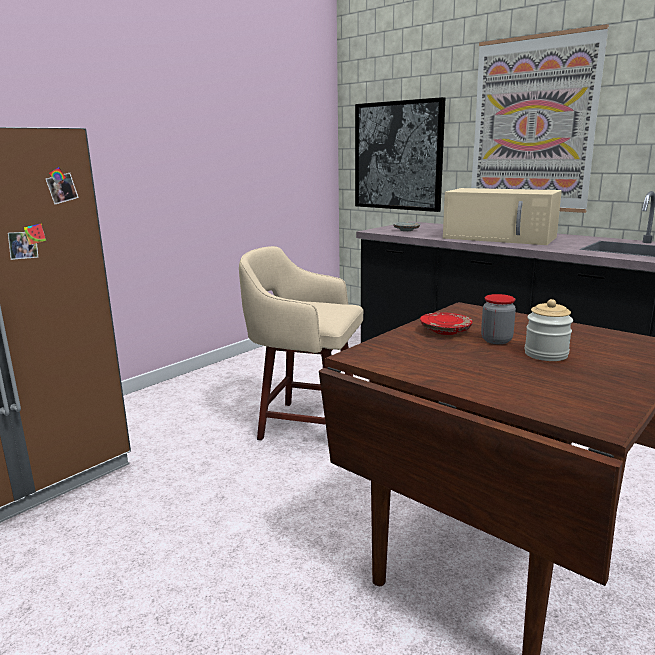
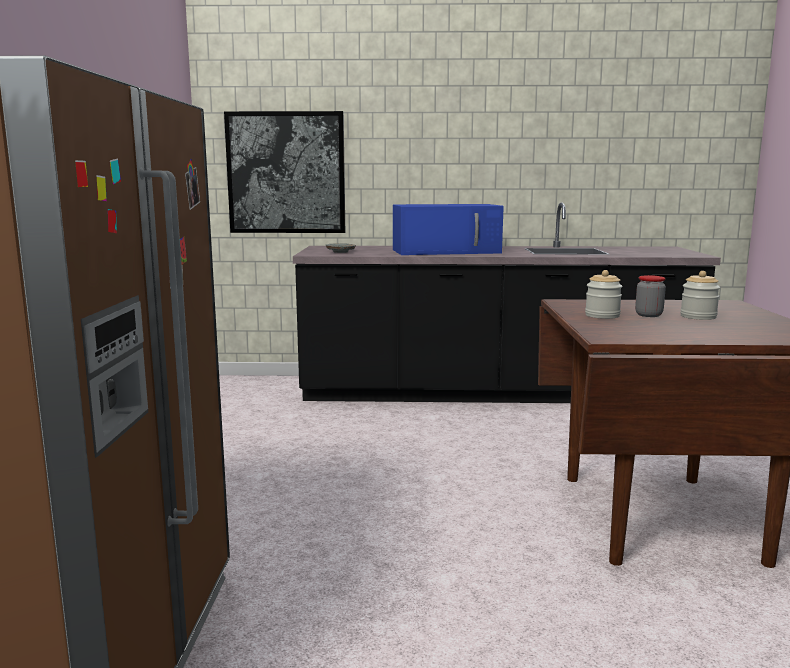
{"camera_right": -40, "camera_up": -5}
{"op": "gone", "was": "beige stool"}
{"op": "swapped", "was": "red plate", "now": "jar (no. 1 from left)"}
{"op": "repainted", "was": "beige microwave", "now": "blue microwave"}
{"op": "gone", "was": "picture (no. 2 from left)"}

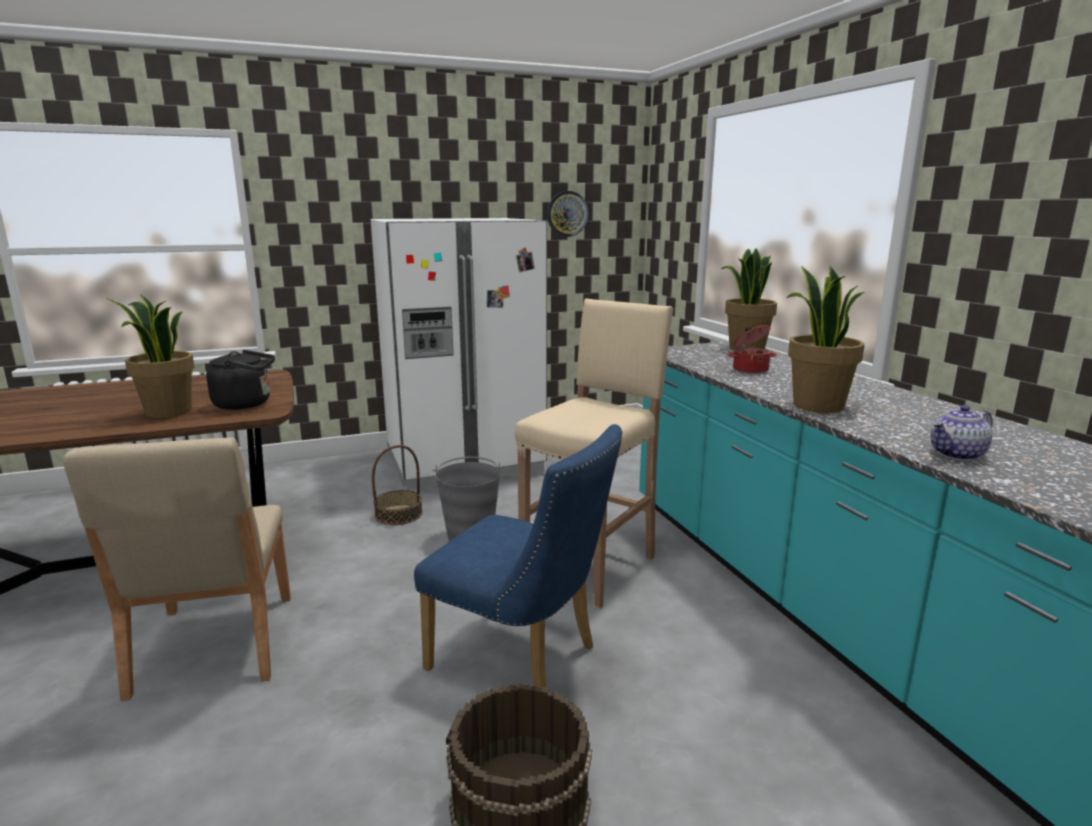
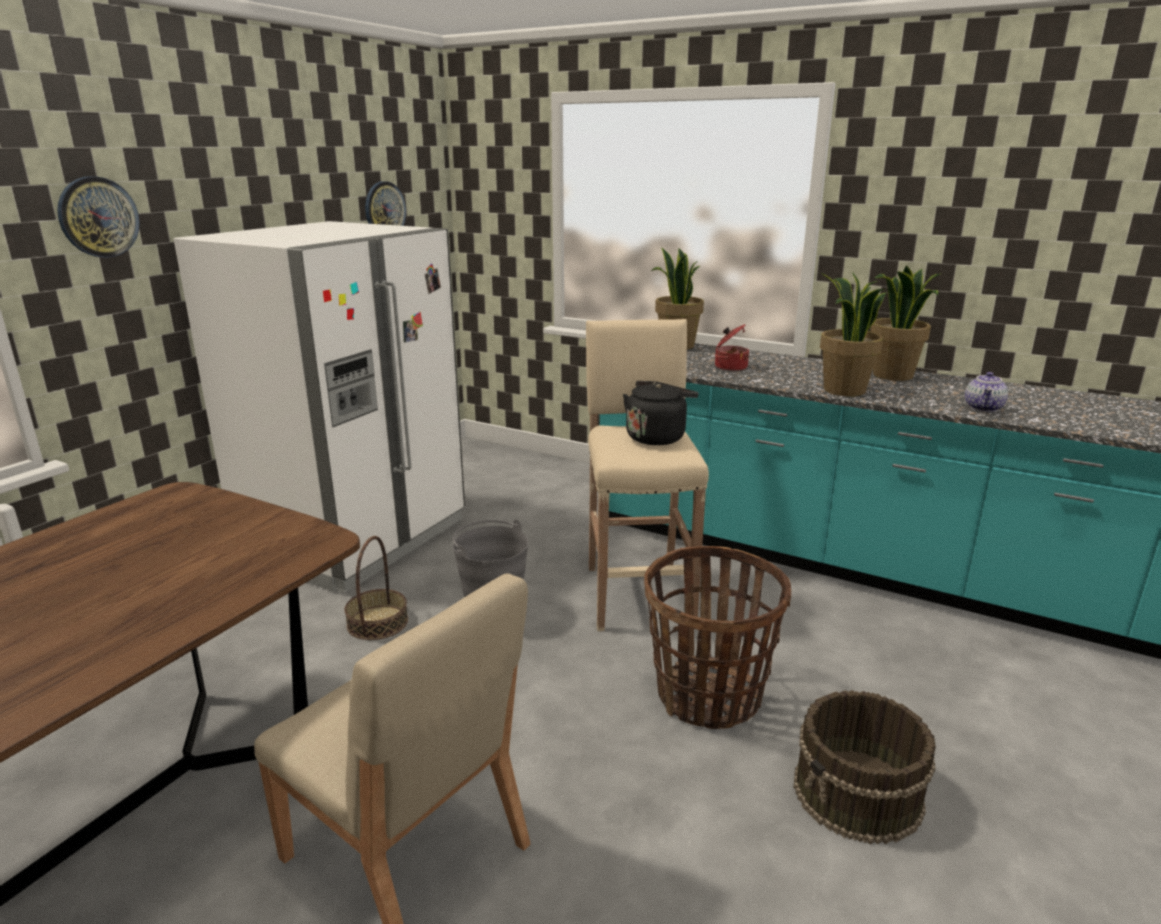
{"camera_right": -40, "camera_up": 5}
{"op": "shifted", "was": "potted plant (no. 1 from left in the first image)", "now": "potted plant (no. 3 from left)"}
{"op": "shifted", "was": "black kettle"}
{"op": "swapped", "was": "blue chair", "now": "basket (no. 2 from left)"}
{"op": "new", "now": "wall clock (no. 1 from left)"}

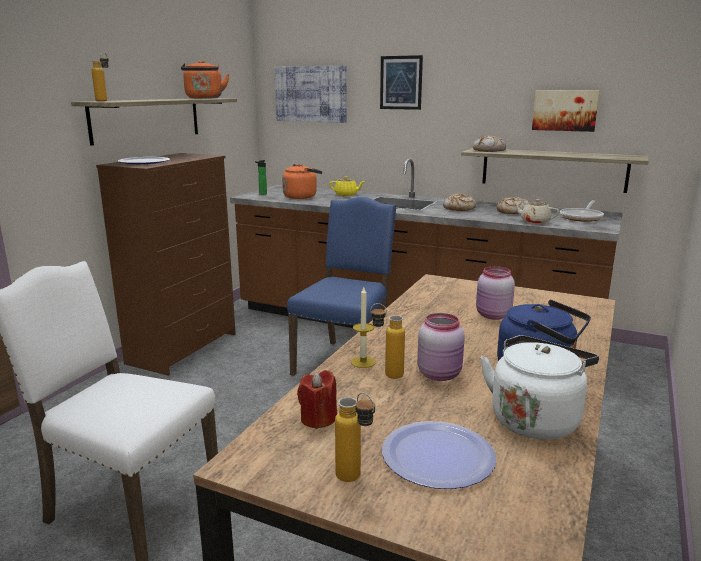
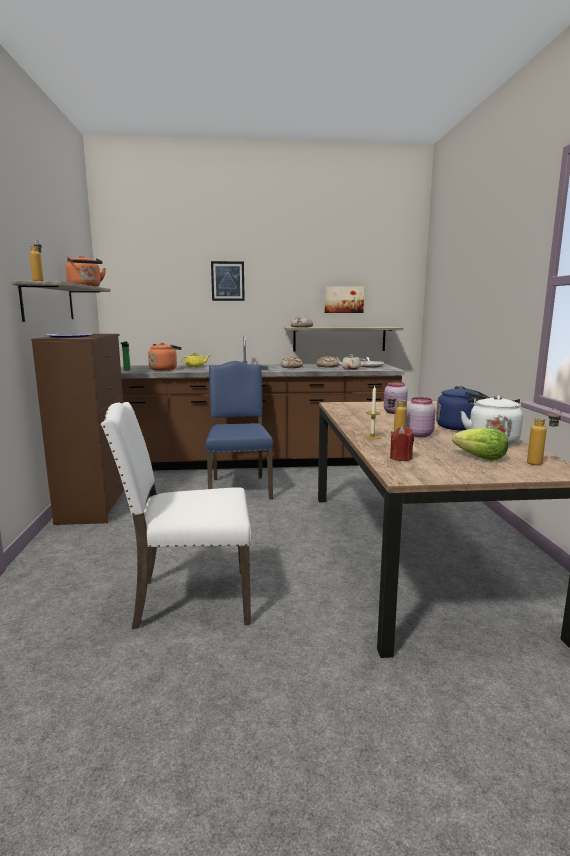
{"camera_right": -30, "camera_up": -5}
{"op": "gone", "was": "picture (no. 1 from left)"}
{"op": "shifted", "was": "bottle (no. 3 from left in the first image)", "now": "bottle (no. 4 from left)"}
{"op": "swapped", "was": "plate (no. 2 from left)", "now": "lettuce"}

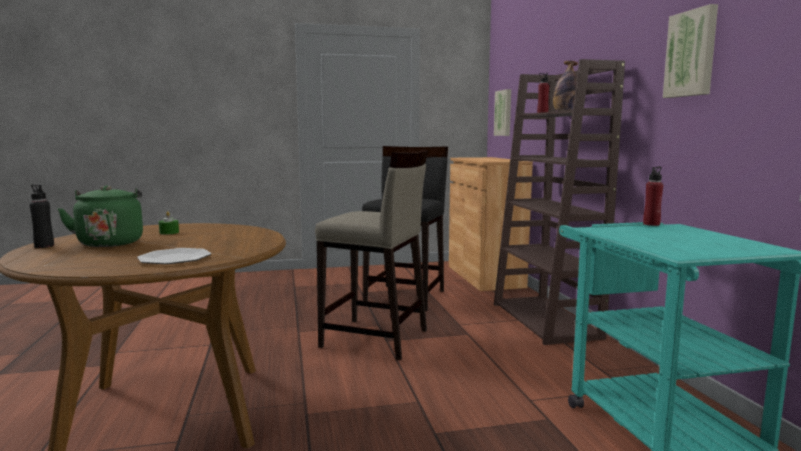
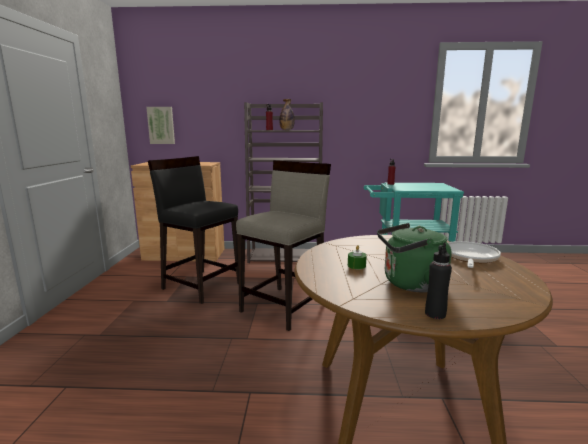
{"camera_right": -75, "camera_up": 5}
{"op": "swapped", "was": "plate", "now": "frying pan"}
{"op": "gone", "was": "picture (no. 2 from left)"}

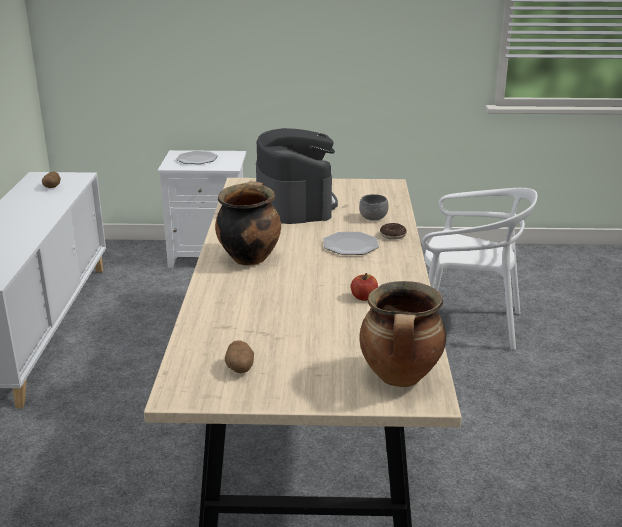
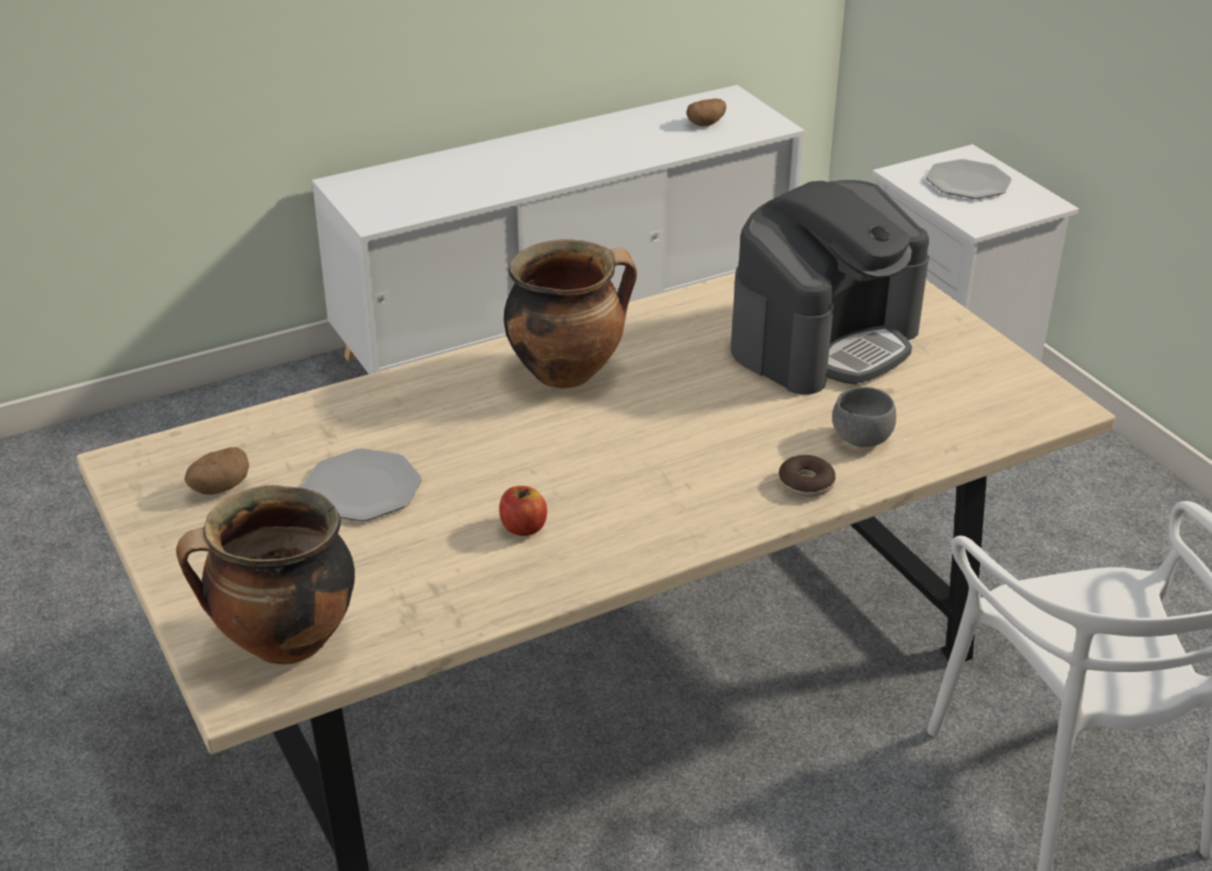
{"camera_right": 60, "camera_up": 10}
{"op": "shifted", "was": "plate (no. 2 from left in the first image)", "now": "plate (no. 1 from left)"}

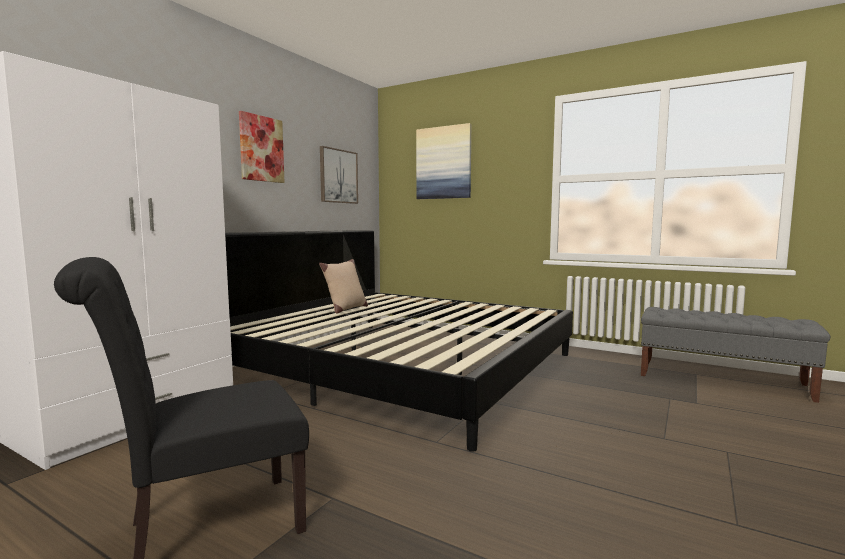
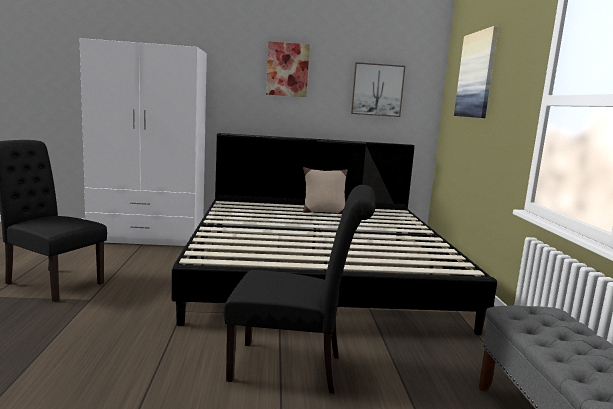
{"camera_right": 55, "camera_up": 5}
{"op": "new", "now": "black chair (no. 2 from left)"}

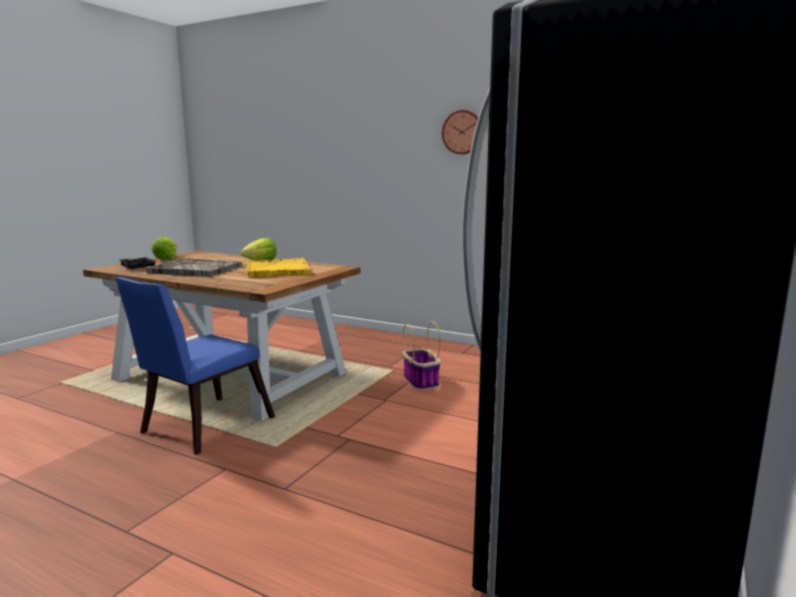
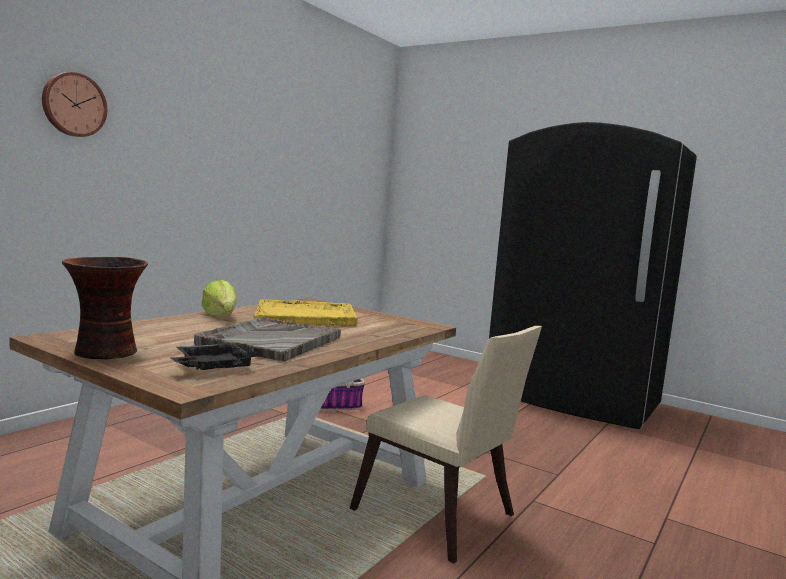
{"camera_right": -85, "camera_up": -5}
{"op": "repainted", "was": "blue chair", "now": "beige chair"}
{"op": "swapped", "was": "lettuce (no. 1 from left)", "now": "vase"}
{"op": "shifted", "was": "wall clock"}

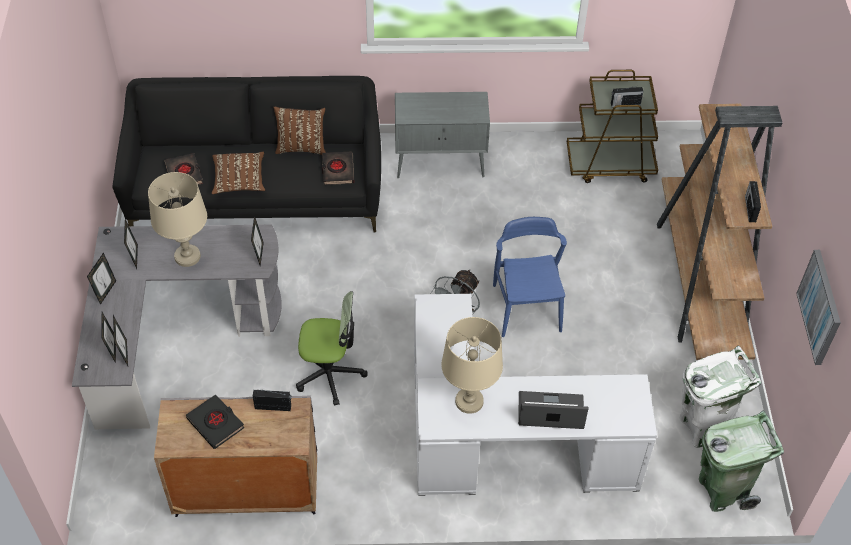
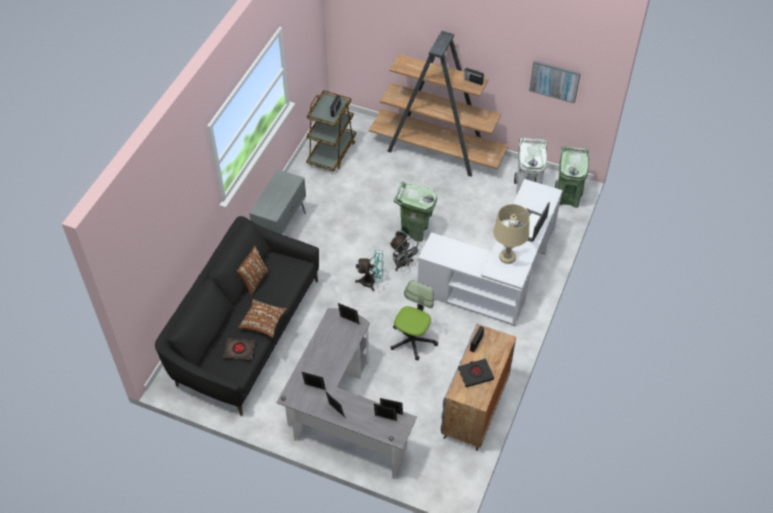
{"camera_right": -65, "camera_up": 0}
{"op": "gone", "was": "beige table lamp (no. 1 from left)"}
{"op": "gone", "was": "black book (no. 3 from left)"}
{"op": "swapped", "was": "blue chair", "now": "green trash can (no. 1 from left)"}
{"op": "new", "now": "turquoise fan"}

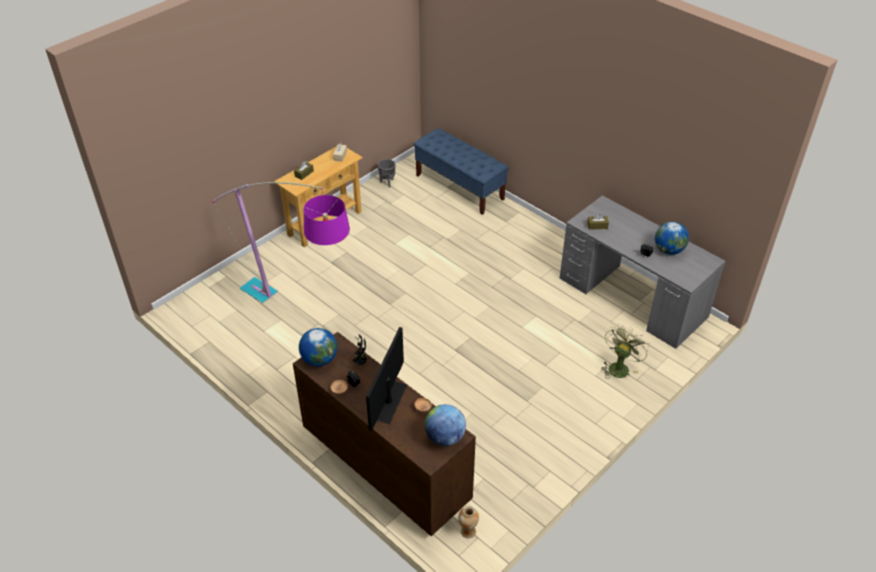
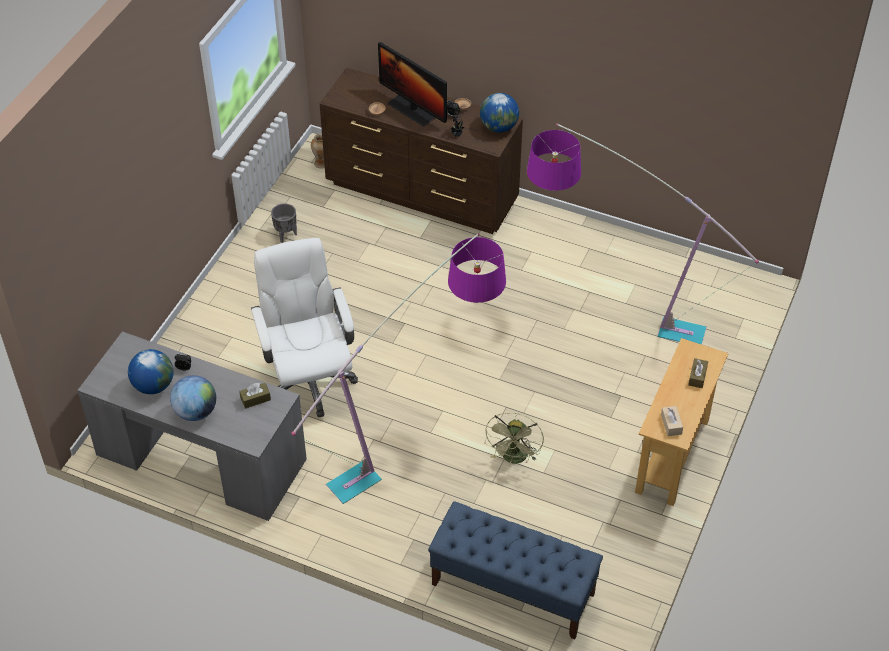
{"camera_right": 160, "camera_up": 5}
{"op": "rotated", "was": "monitor", "clockwise": 135}
{"op": "shifted", "was": "grey planter"}
{"op": "shifted", "was": "globe (no. 2 from left)"}
{"op": "shifted", "was": "green fan"}
{"op": "new", "now": "white office chair"}
{"op": "new", "now": "floor lamp (no. 1 from left)"}

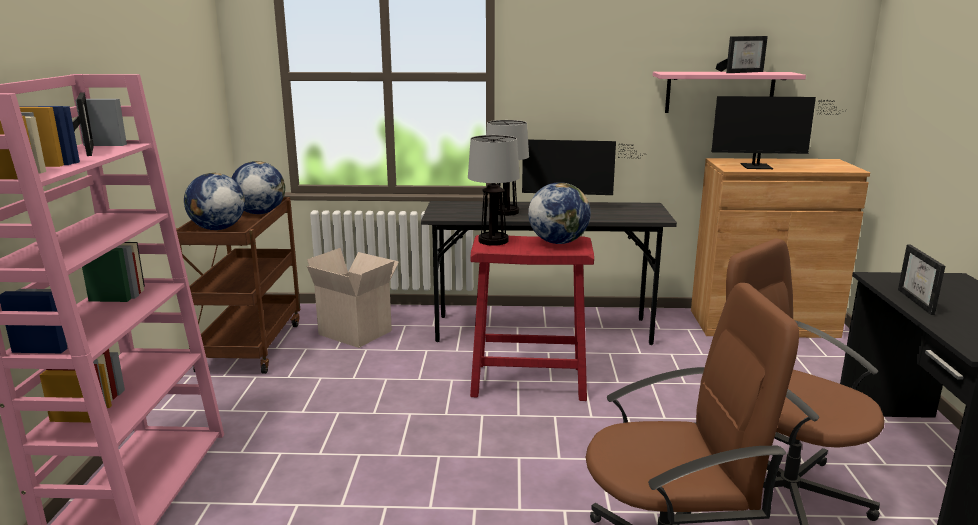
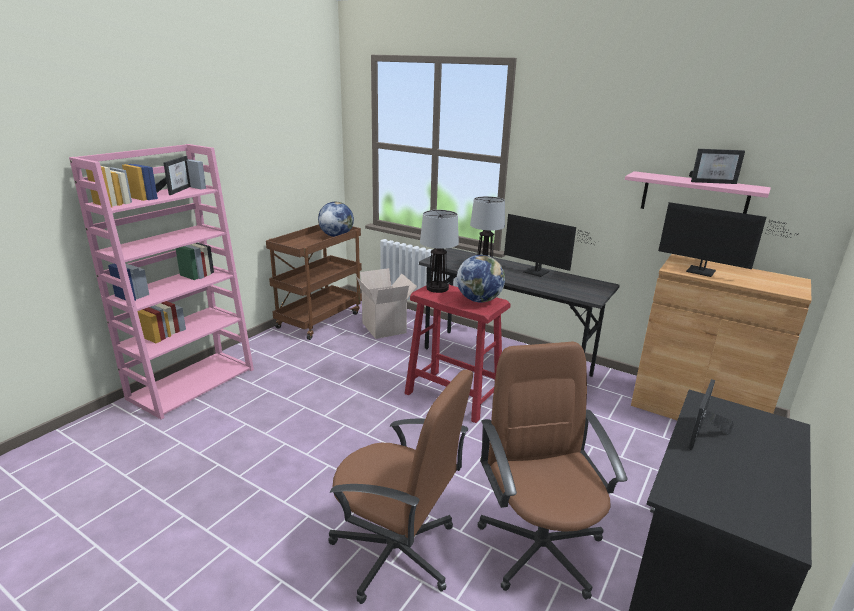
{"camera_right": 30, "camera_up": 5}
{"op": "gone", "was": "globe (no. 1 from left)"}

